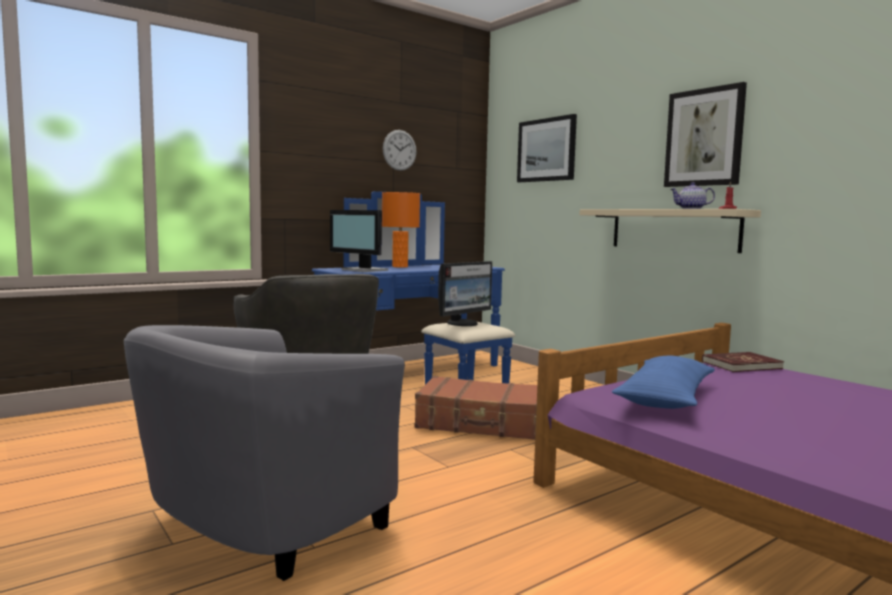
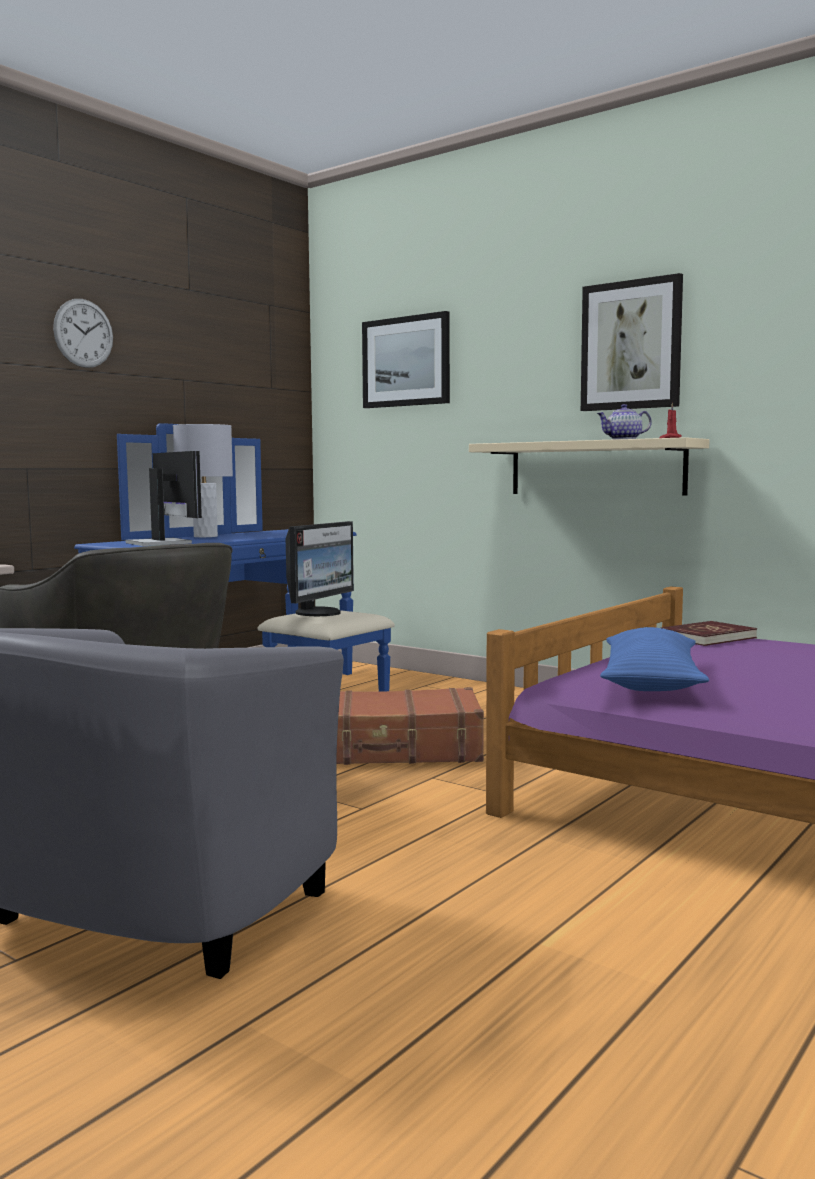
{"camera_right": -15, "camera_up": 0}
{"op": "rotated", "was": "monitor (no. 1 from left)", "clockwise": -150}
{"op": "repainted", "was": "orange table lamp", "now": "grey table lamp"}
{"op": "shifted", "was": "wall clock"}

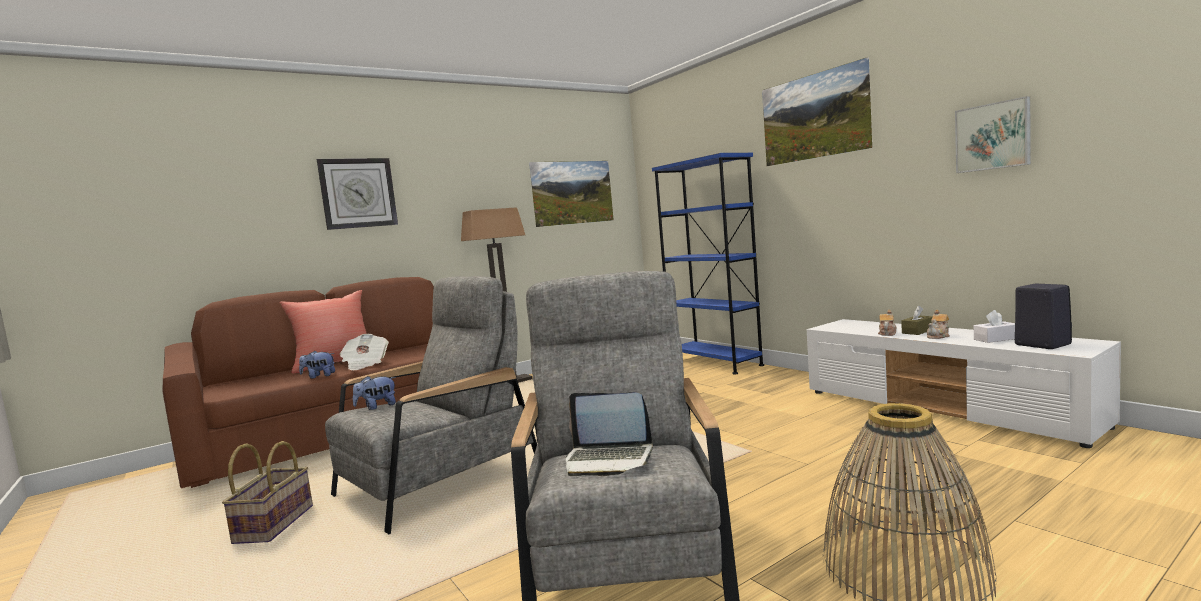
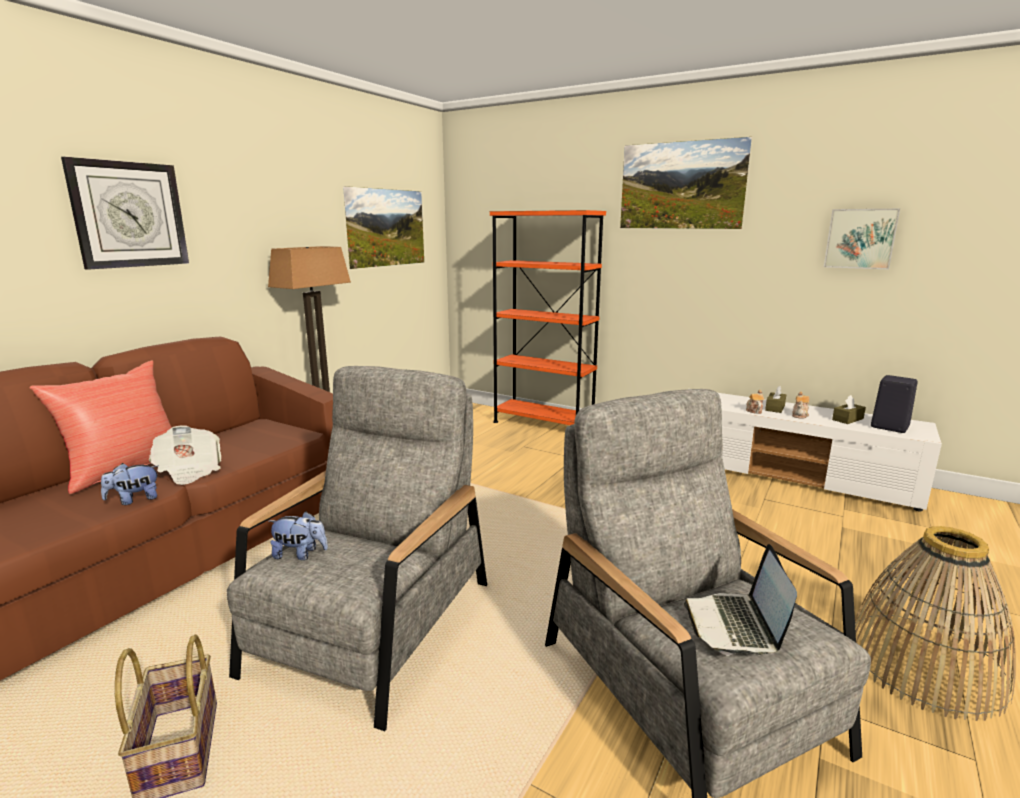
{"camera_right": -25, "camera_up": 10}
{"op": "rotated", "was": "plush toy (no. 2 from left)", "clockwise": -120}
{"op": "rotated", "was": "laptop", "clockwise": 105}
{"op": "repainted", "was": "blue bookcase", "now": "orange bookcase"}
{"op": "repainted", "was": "white tissue box", "now": "brown tissue box (no. 2 from left)"}

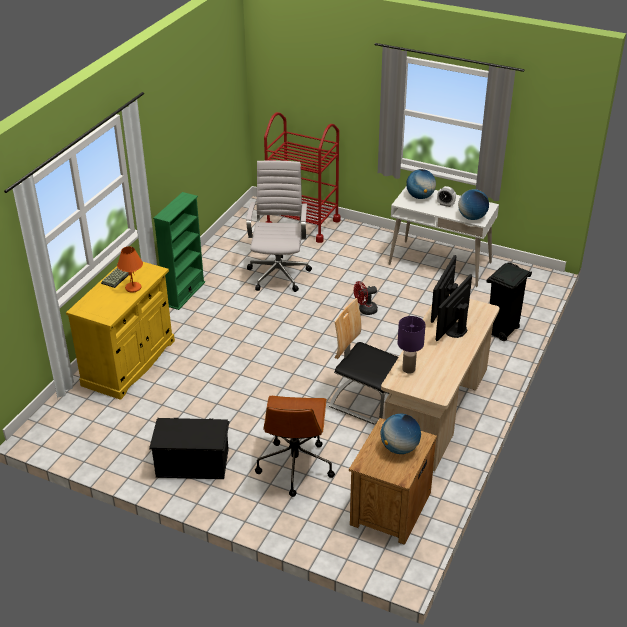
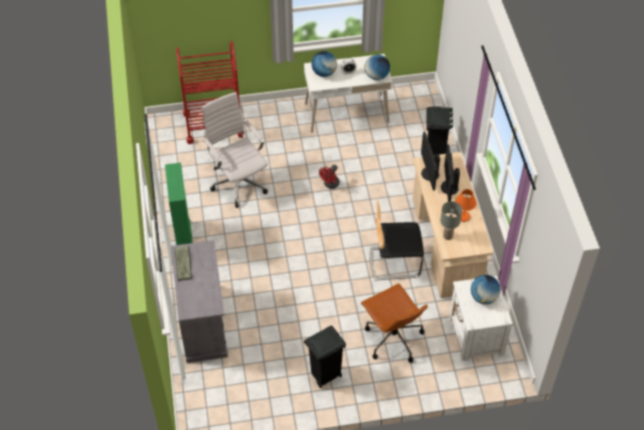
{"camera_right": -35, "camera_up": 15}
{"op": "repainted", "was": "yellow cabinet", "now": "grey cabinet"}
{"op": "shifted", "was": "orange table lamp"}
{"op": "swapped", "was": "black storage box", "now": "black trash can (no. 1 from left)"}
{"op": "repainted", "was": "brown nightstand", "now": "white nightstand"}
{"op": "repainted", "was": "purple table lamp", "now": "grey table lamp"}

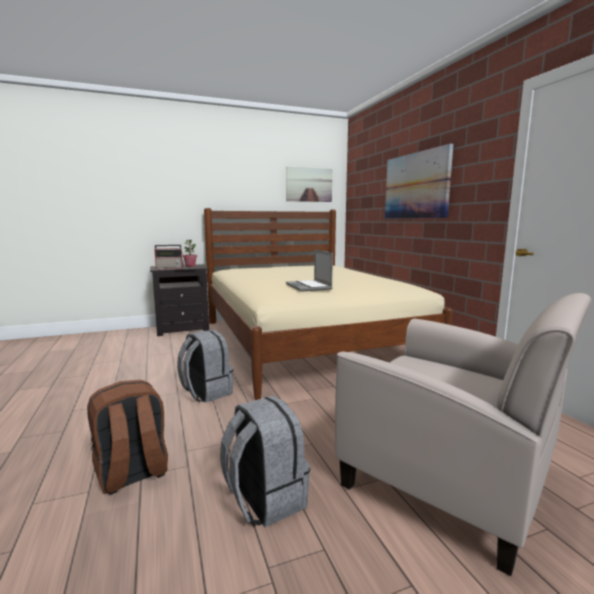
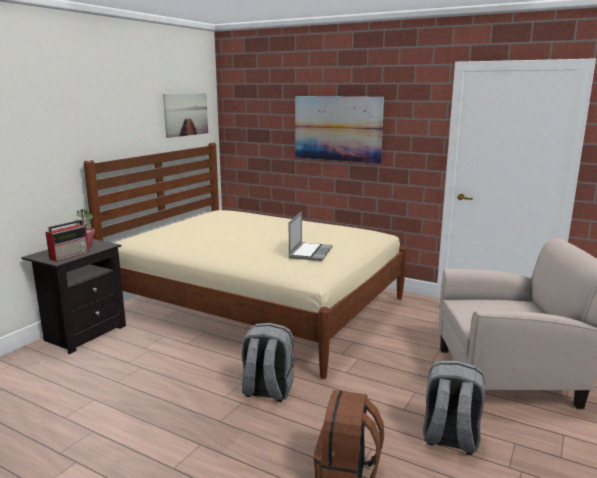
{"camera_right": -40, "camera_up": 5}
{"op": "rotated", "was": "laptop", "clockwise": -105}

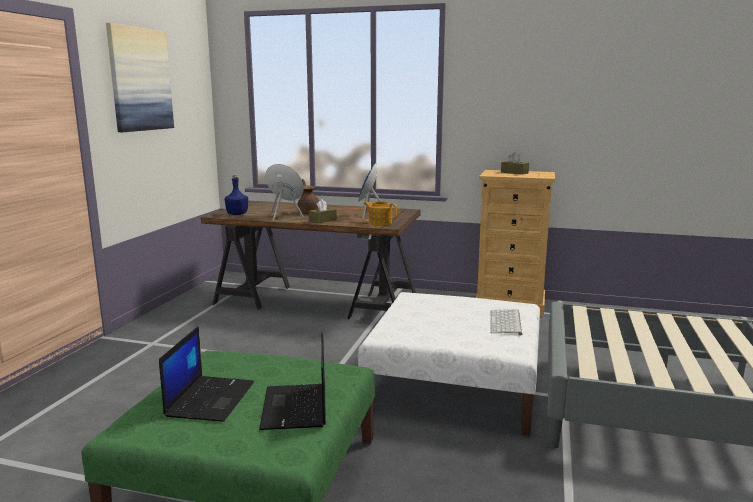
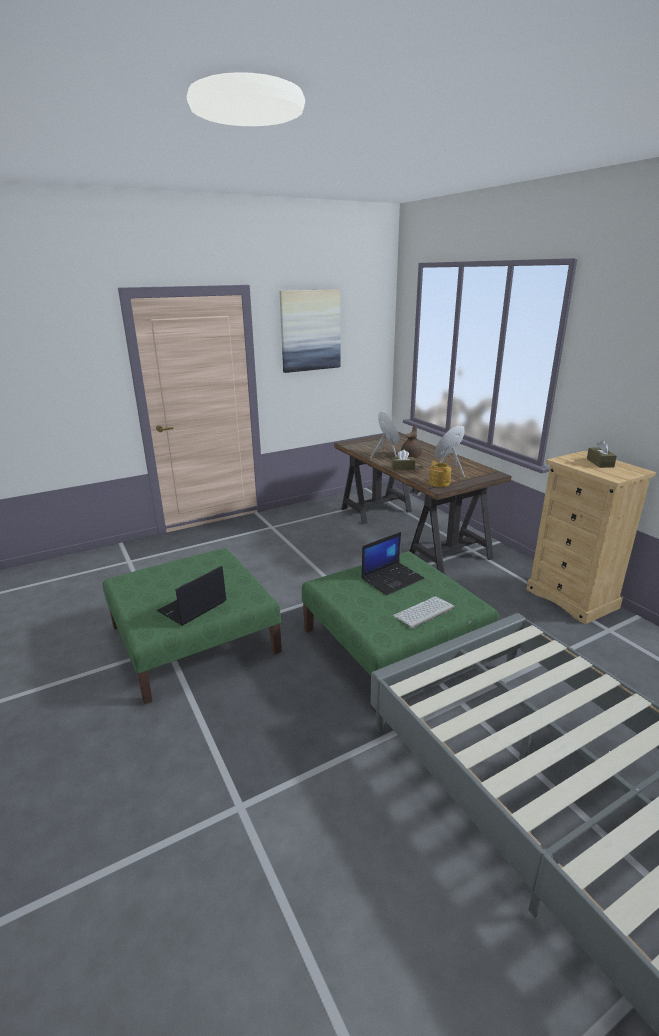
{"camera_right": 45, "camera_up": 10}
{"op": "shifted", "was": "laptop (no. 1 from left in the first image)", "now": "laptop (no. 2 from left)"}
{"op": "gone", "was": "blue bottle"}
{"op": "repainted", "was": "white ottoman", "now": "green ottoman (no. 2 from left)"}

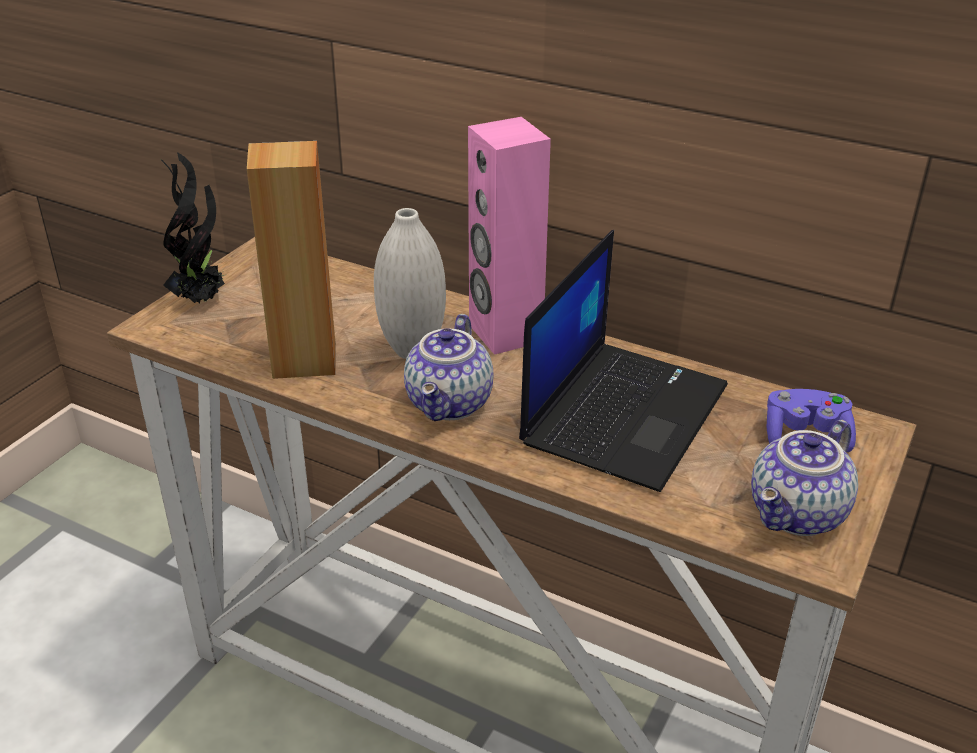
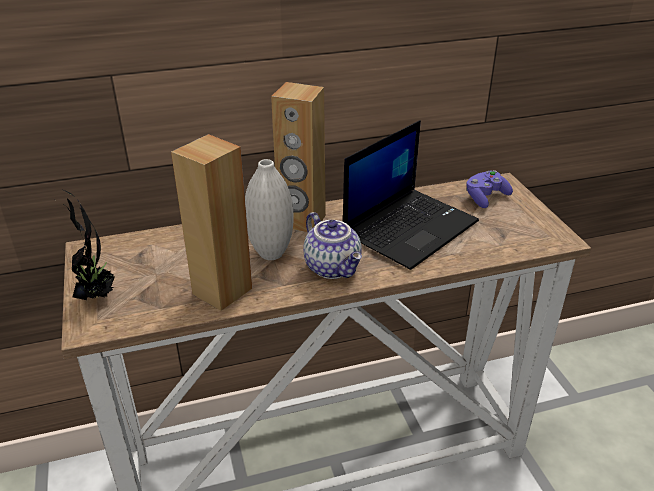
{"camera_right": -45, "camera_up": 0}
{"op": "repainted", "was": "pink speaker", "now": "brown speaker (no. 2 from left)"}
{"op": "rotated", "was": "laptop", "clockwise": 60}
{"op": "gone", "was": "teapot (no. 2 from left)"}

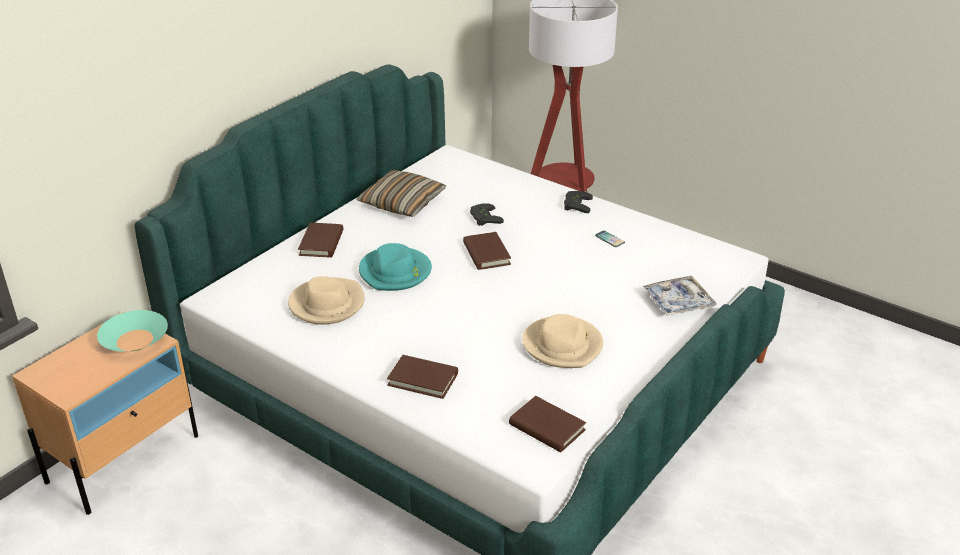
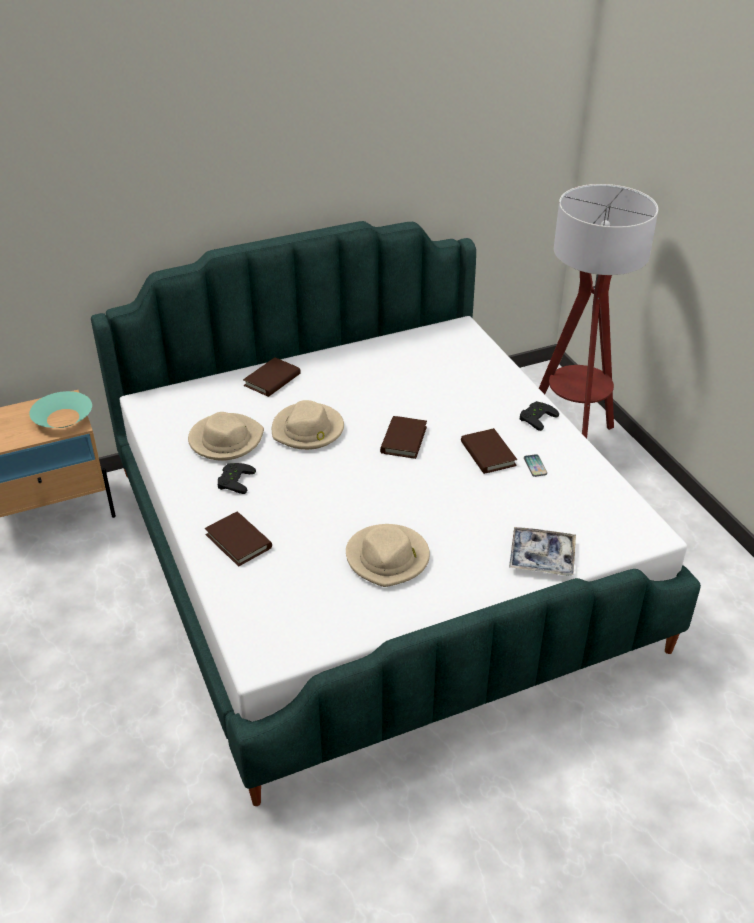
{"camera_right": 30, "camera_up": 5}
{"op": "gone", "was": "pillow"}
{"op": "repainted", "was": "turquoise hat", "now": "beige hat (no. 2 from left)"}
{"op": "shifted", "was": "black game controller (no. 1 from left)"}
{"op": "shifted", "was": "brown book (no. 4 from left)"}

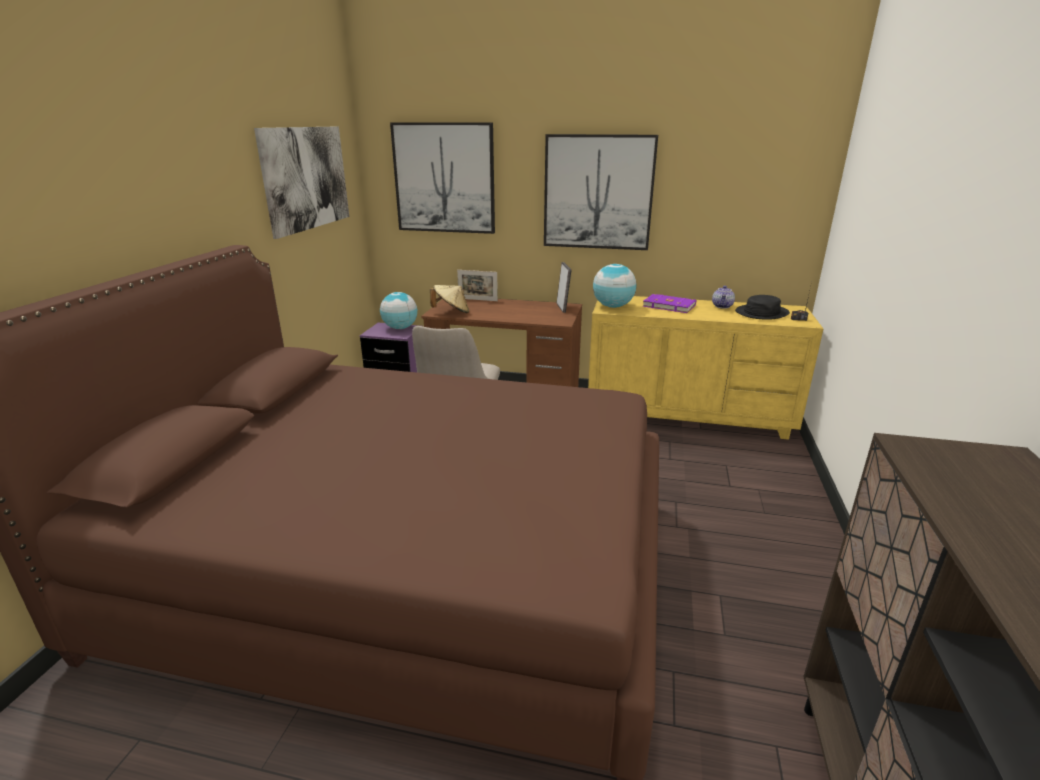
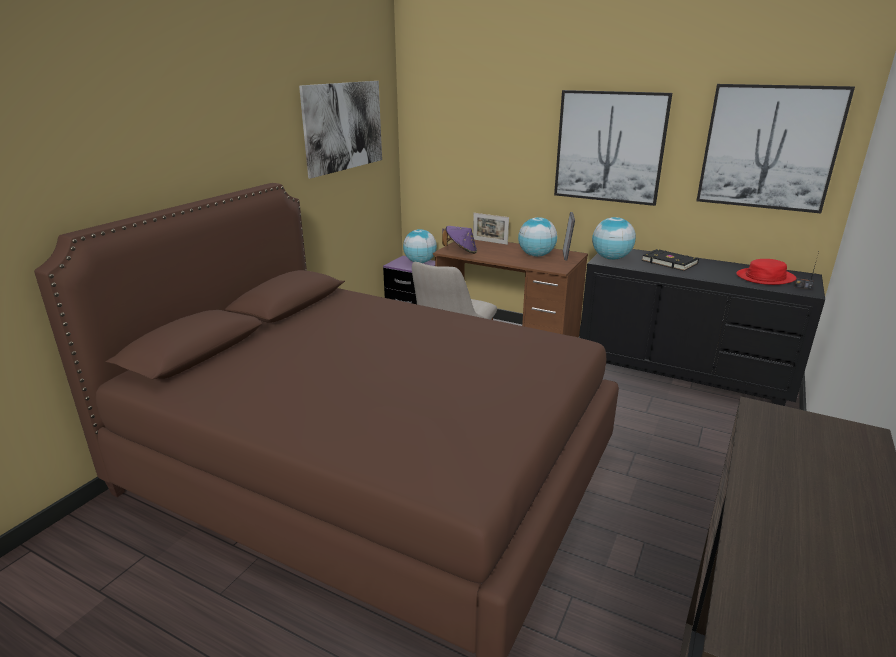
{"camera_right": 15, "camera_up": 0}
{"op": "shifted", "was": "picture (no. 2 from left in the first image)", "now": "picture (no. 3 from left)"}
{"op": "repainted", "was": "beige hat", "now": "purple hat"}
{"op": "repainted", "was": "yellow dresser", "now": "black dresser"}
{"op": "repainted", "was": "purple book", "now": "black book"}
{"op": "gone", "was": "teapot"}
{"op": "repainted", "was": "black hat", "now": "red hat"}
{"op": "new", "now": "globe (no. 2 from left)"}

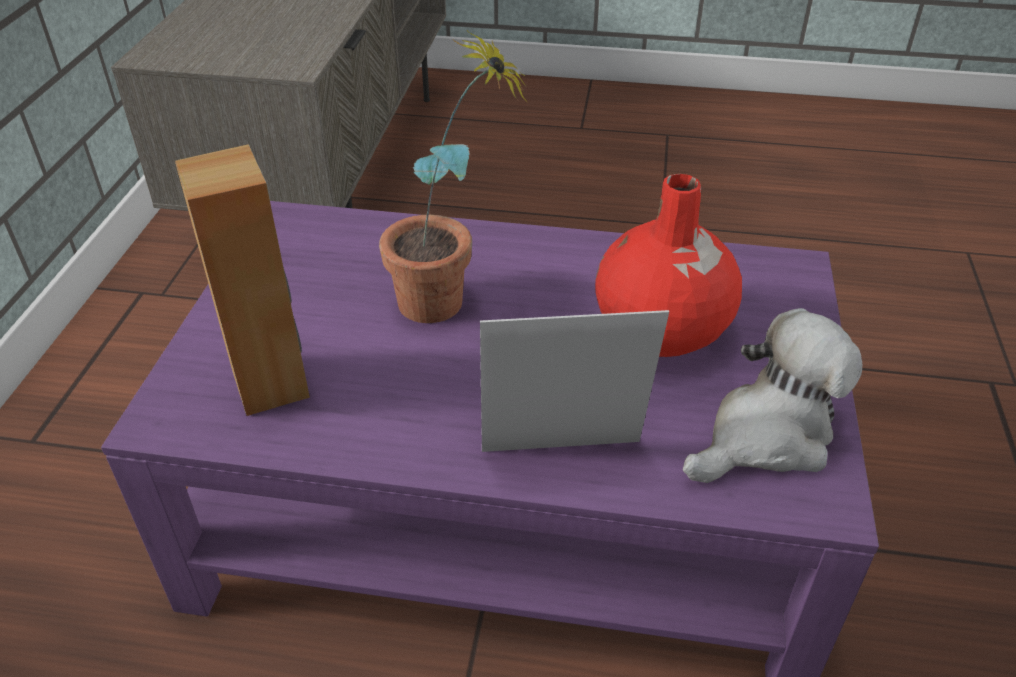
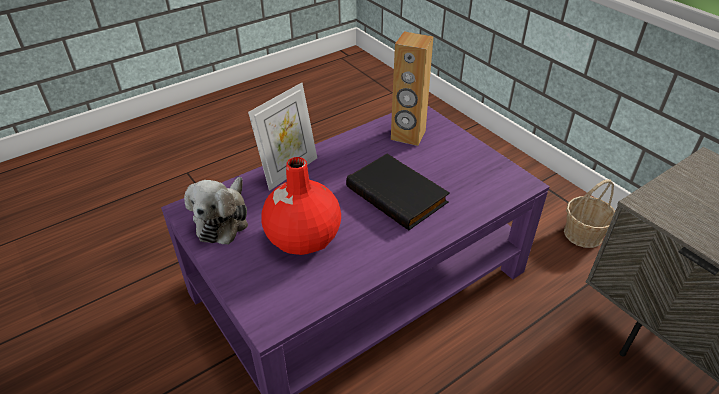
{"camera_right": 135, "camera_up": 0}
{"op": "swapped", "was": "potted plant", "now": "black book"}
{"op": "new", "now": "basket"}

